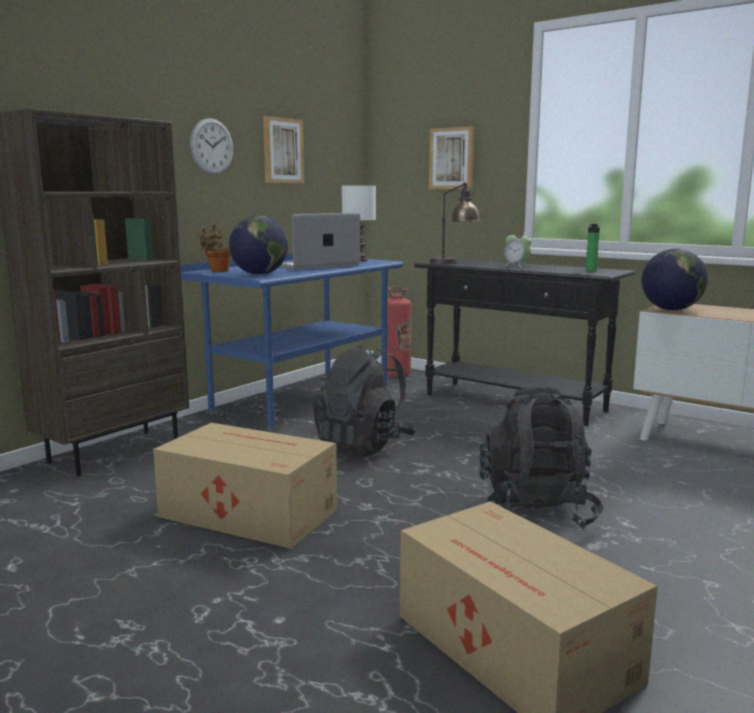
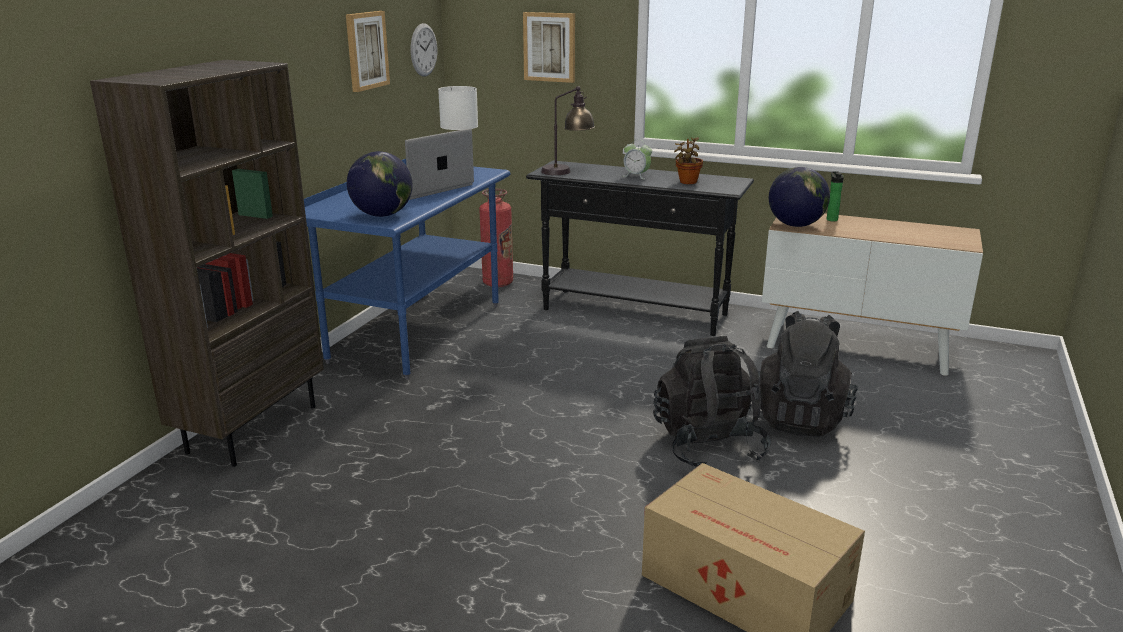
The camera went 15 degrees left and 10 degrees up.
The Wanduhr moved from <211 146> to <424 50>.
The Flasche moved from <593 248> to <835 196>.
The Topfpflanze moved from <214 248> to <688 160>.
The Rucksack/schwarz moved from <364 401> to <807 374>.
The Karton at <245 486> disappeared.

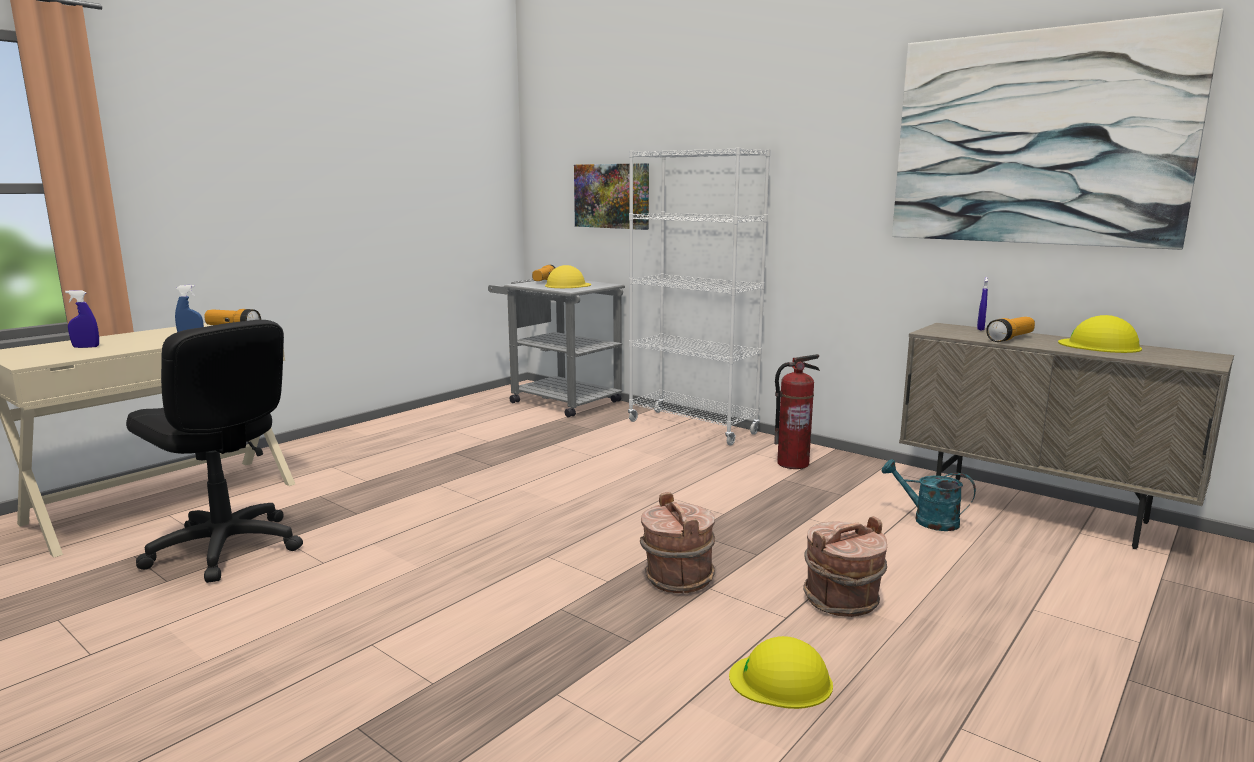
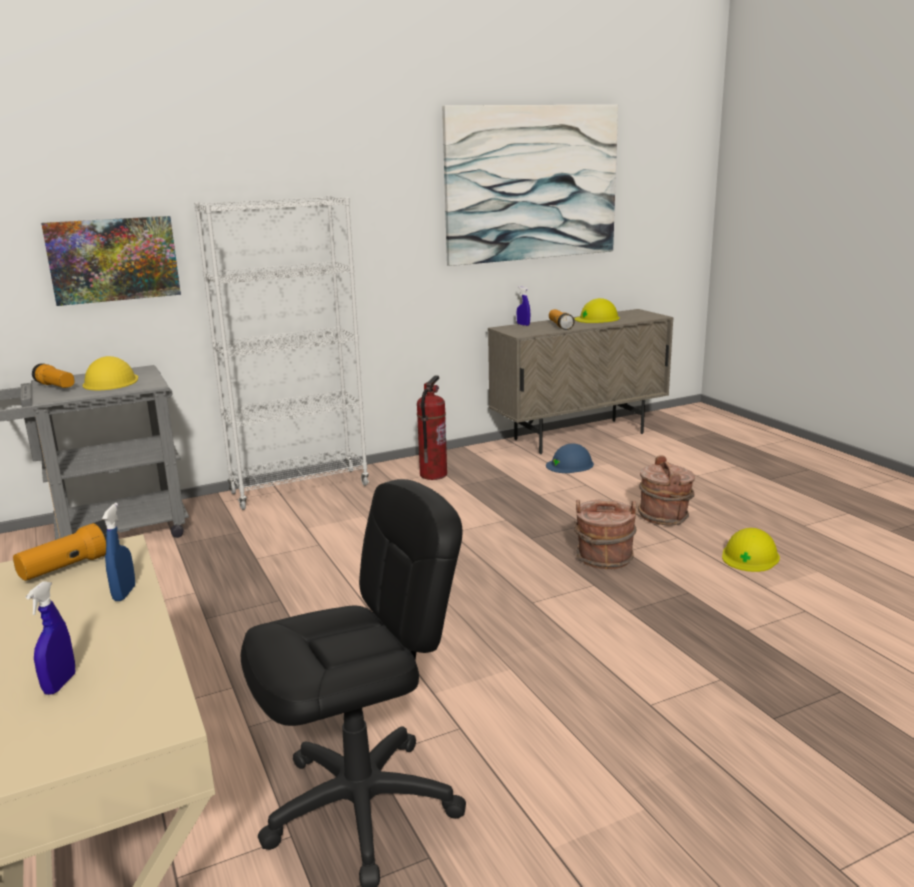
The camera went 65 degrees left and 5 degrees up.
The Gießkanne/türkis at <929 495> was replaced by the Schutzhelm/blau at <570 458>.

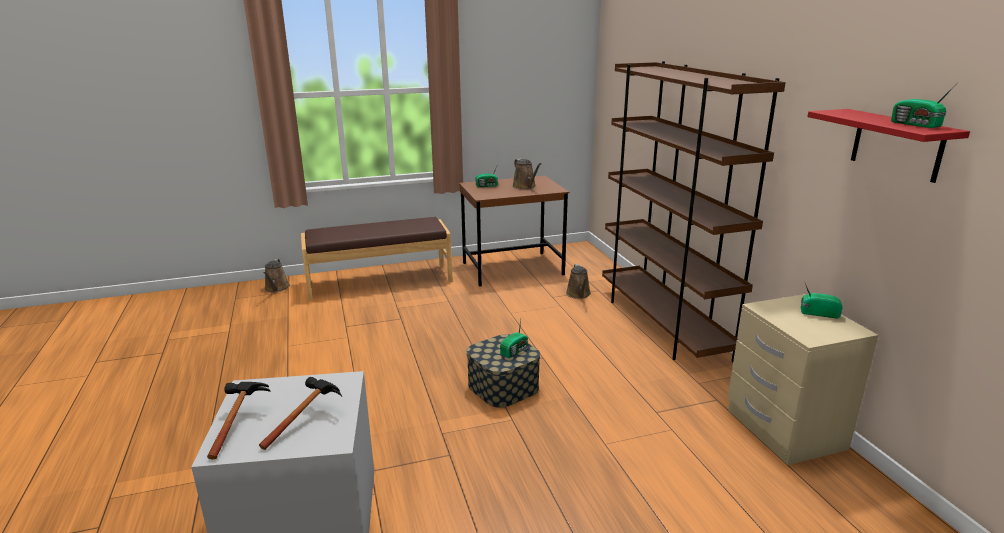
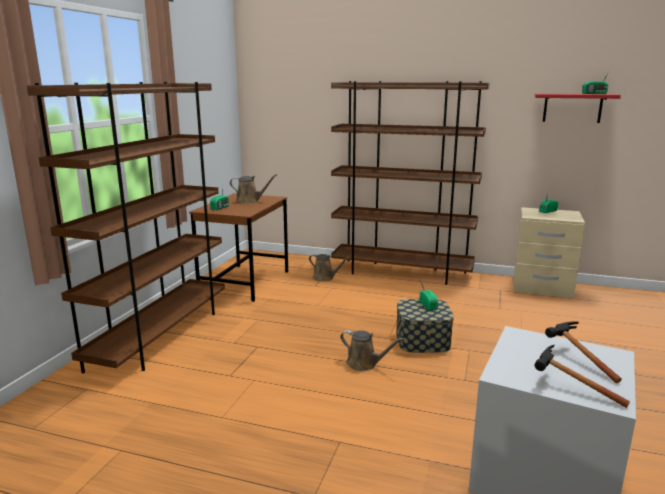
The camera went 55 degrees left and 5 degrees down.
The Bank/braun at <377 258> was replaced by the Bücherregal/braun at <126 228>.
The Gießkanne/braun moved from <276 275> to <372 350>.

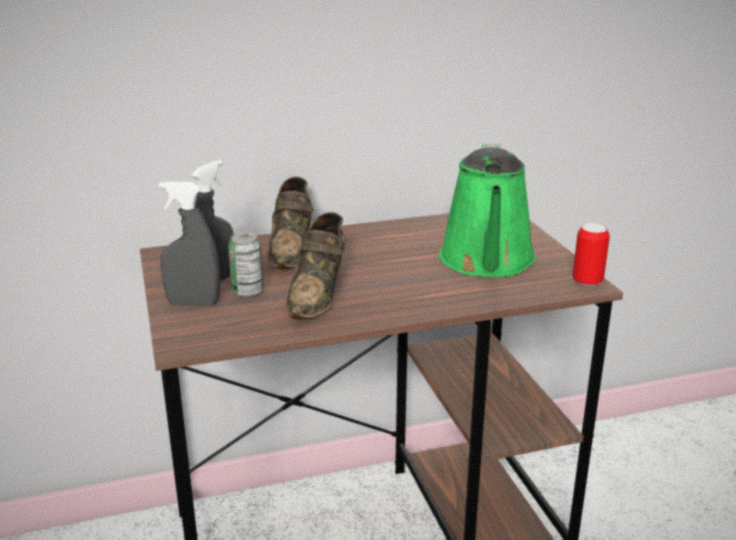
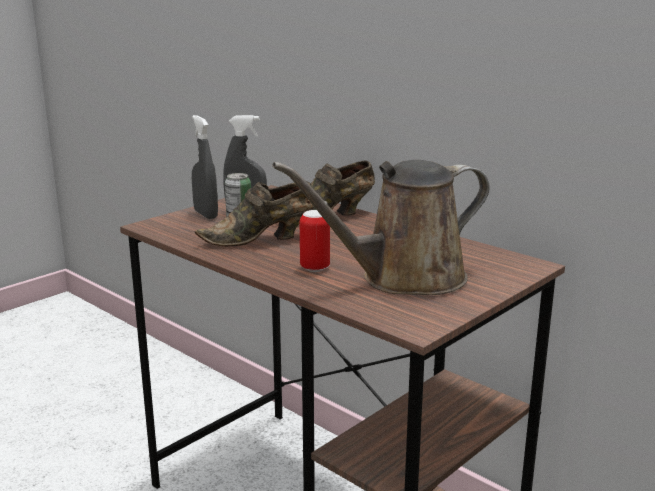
The camera went 60 degrees right and 5 degrees down.
The Gießkanne/grün at <487 211> became the Gießkanne/braun at <381 227>.
The Dose moved from <591 254> to <315 241>.

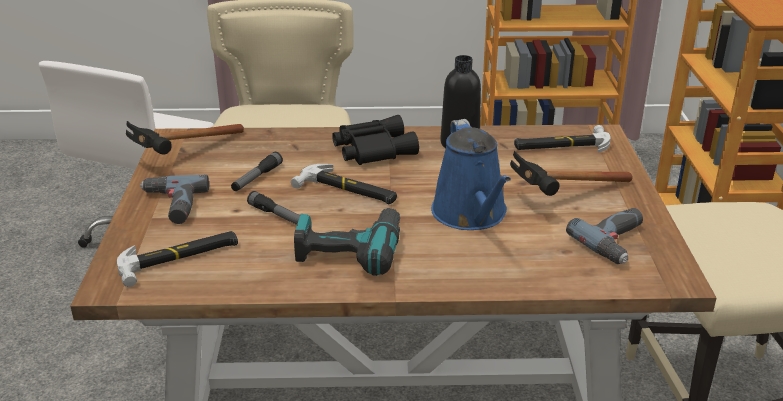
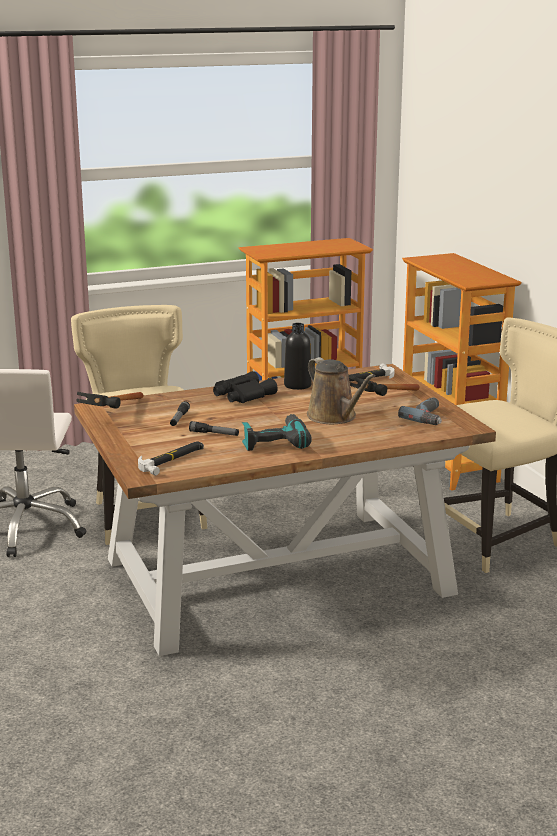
The camera went 20 degrees left and 10 degrees down.
The Gießkanne/blau at <471 174> became the Gießkanne/braun at <341 390>.
The Hammer at <344 184> disappeared.
The Bohrmaschine at <174 199> disappeared.

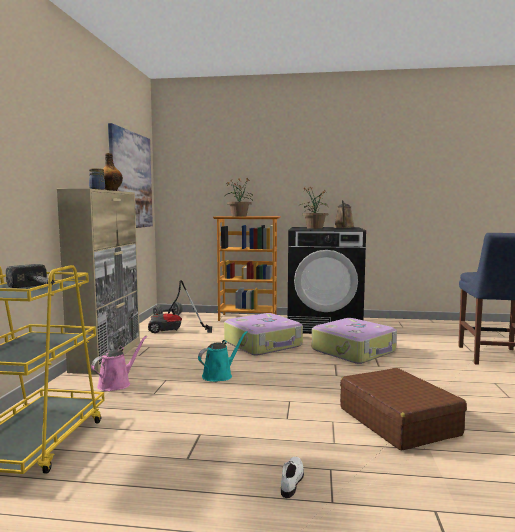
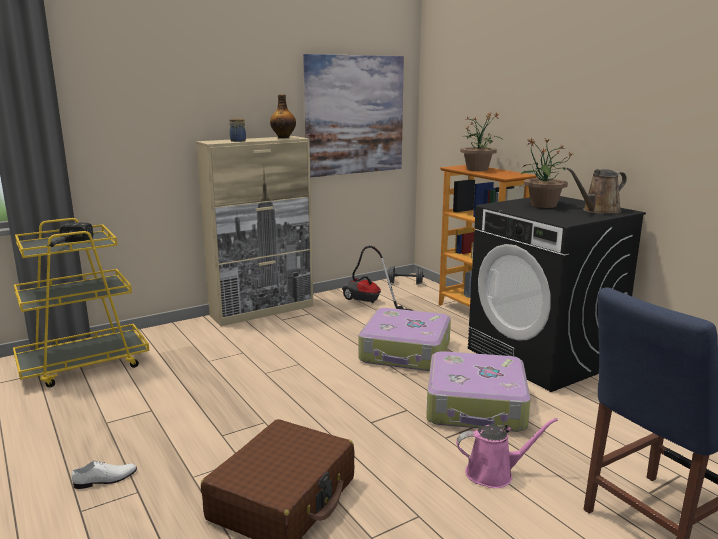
The camera went 50 degrees right and 10 degrees up.
The Gießkanne/türkis at <223 356> disappeared.
The Gießkanne/rosa moved from <119 363> to <507 453>.

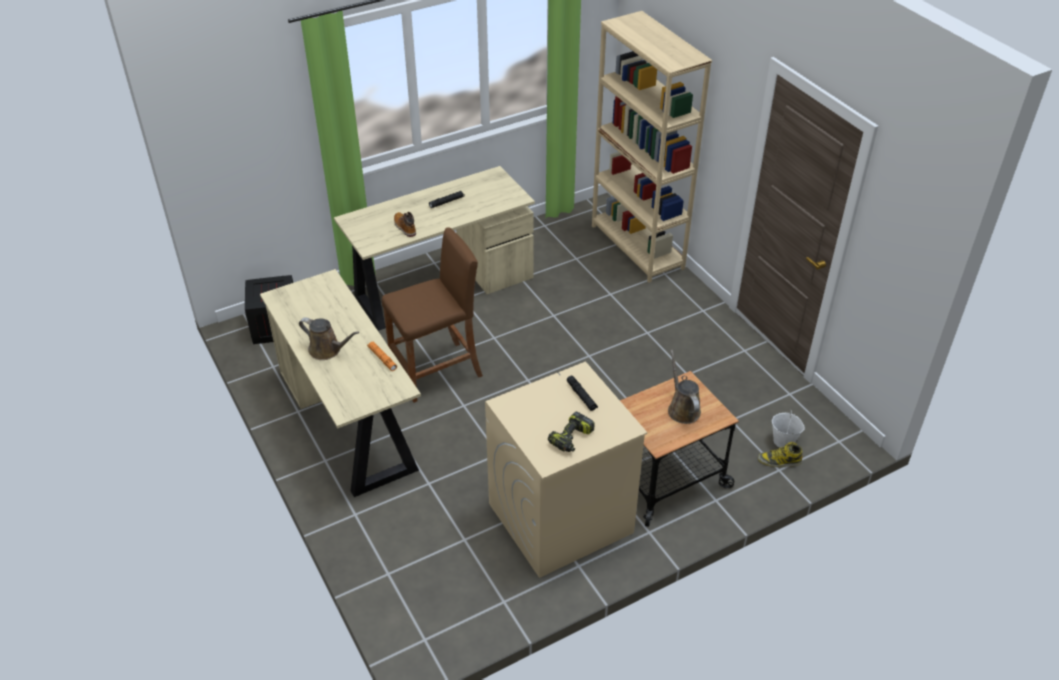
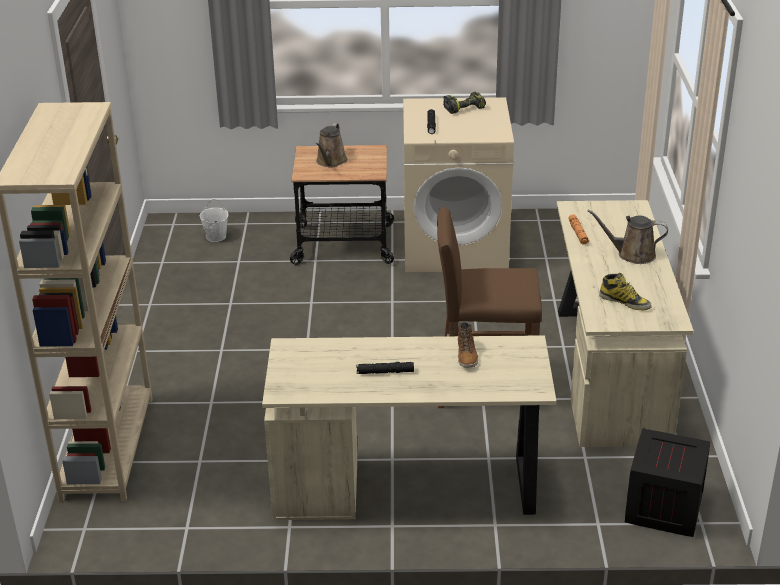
The camera went 150 degrees left and 10 degrees down.
The Gießkanne/braun at <329 338> turned 45 degrees counterclockwise.
The Stiefel moved from <780 454> to <625 291>.

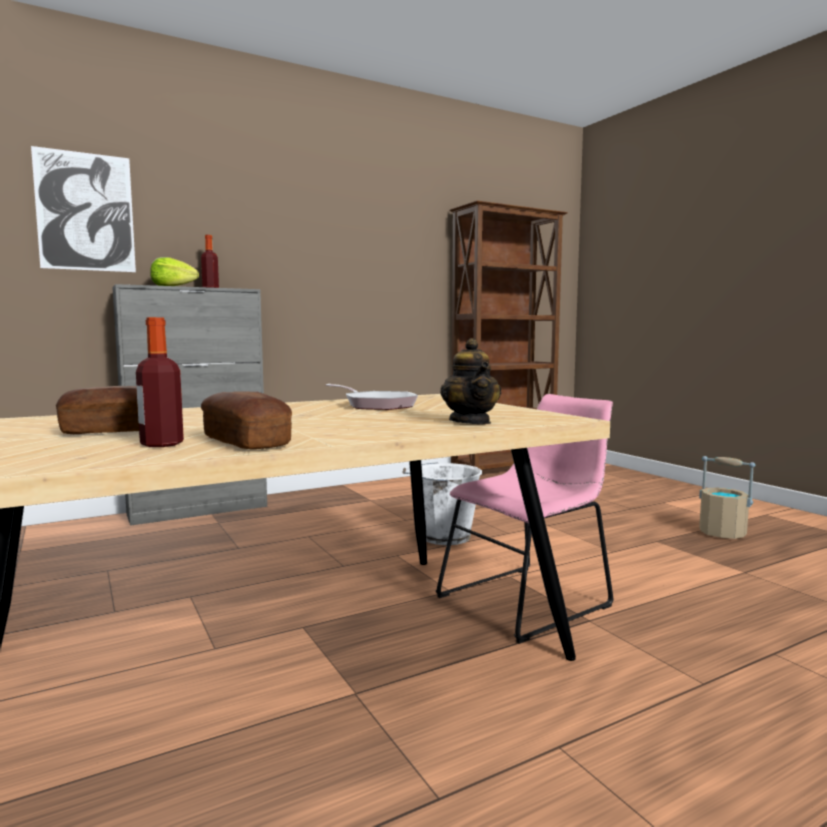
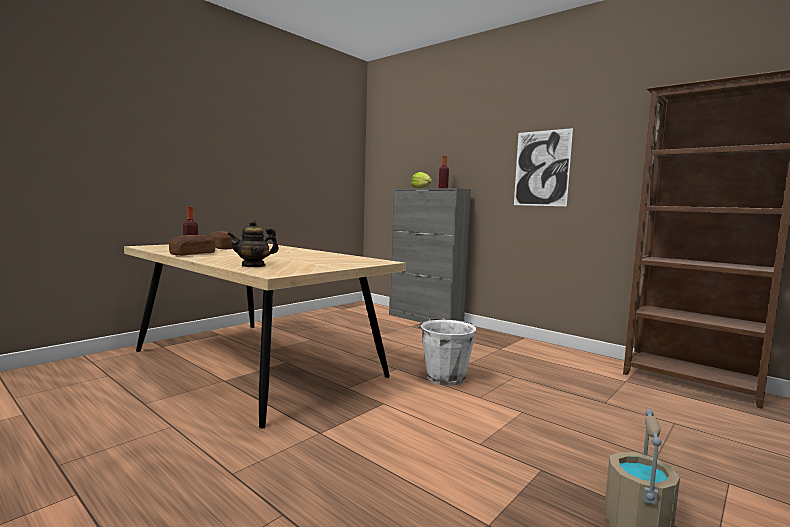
The camera went 70 degrees right and 0 degrees up.
The Bild moved from <83 209> to <543 167>.
The Pfanne at <372 397> disappeared.
The Stuhl/rosa at <525 519> disappeared.

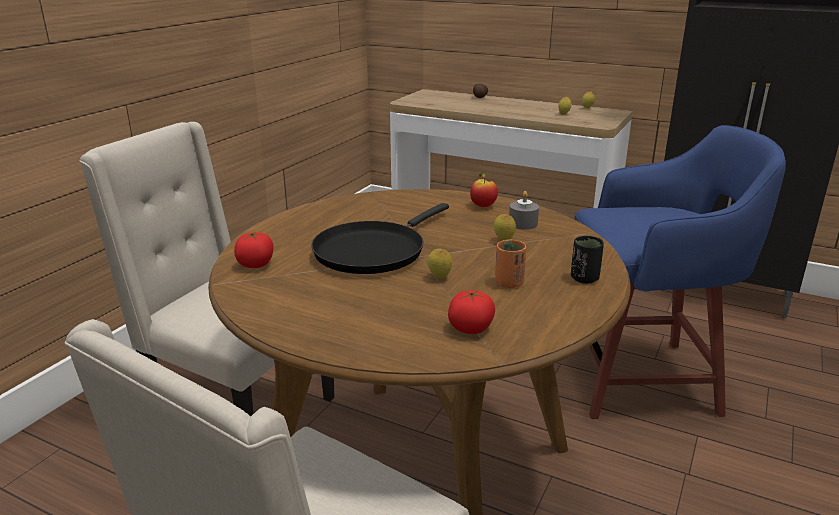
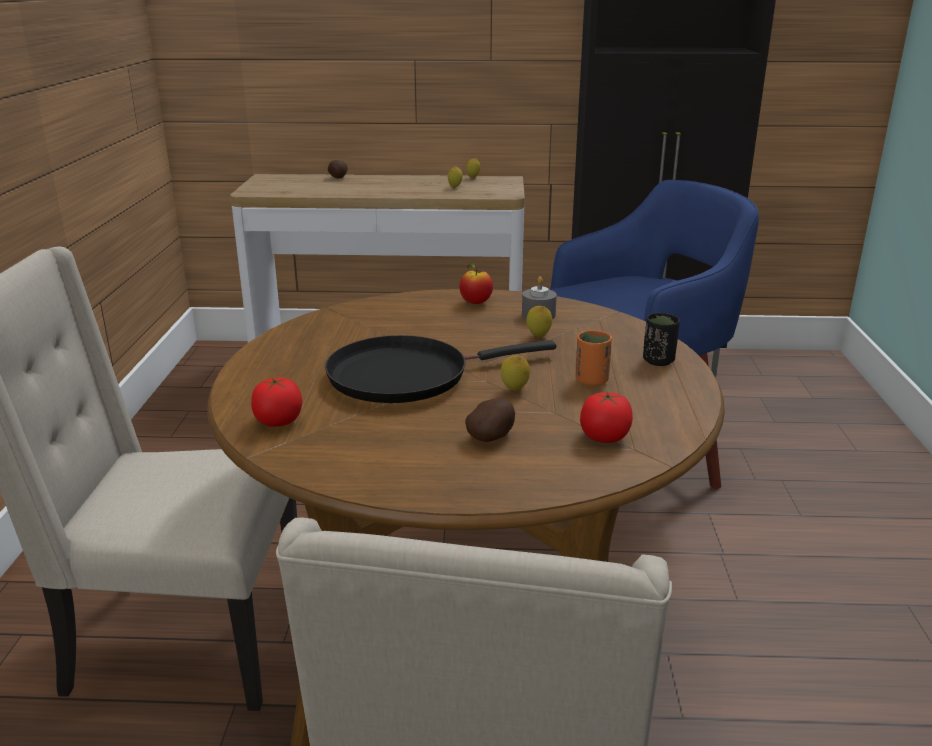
The camera went 25 degrees left and 0 degrees up.
The Pfanne/schwarz at <380 238> turned 60 degrees clockwise.
The Kartoffel at <490 420> appeared.

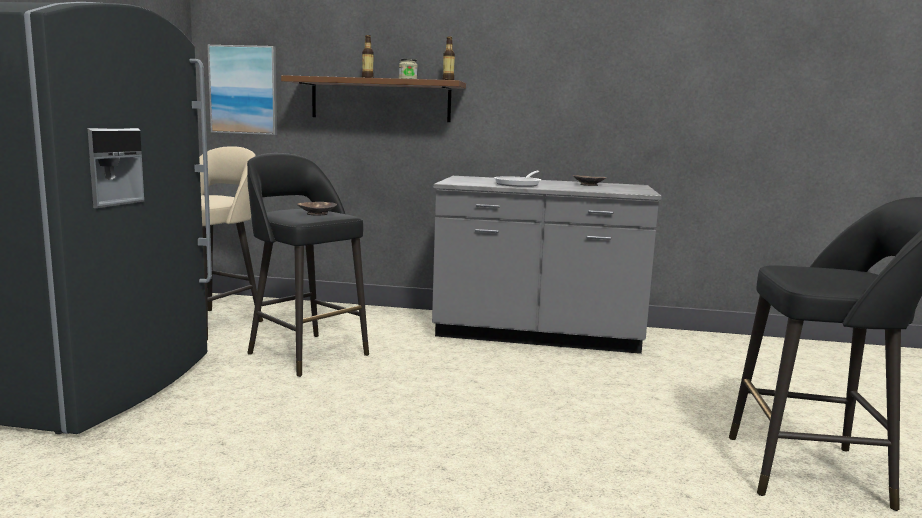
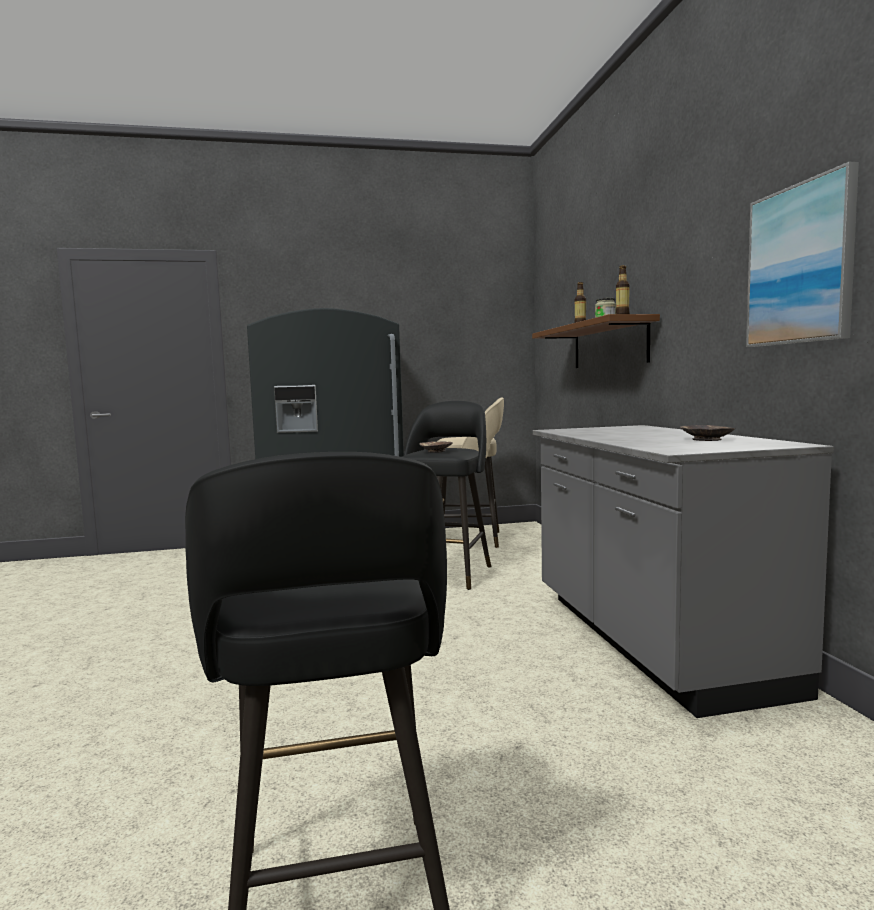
The camera went 70 degrees right and 5 degrees down.
The Bild moved from <242 90> to <802 254>.
The Pfanne at <517 179> disappeared.

